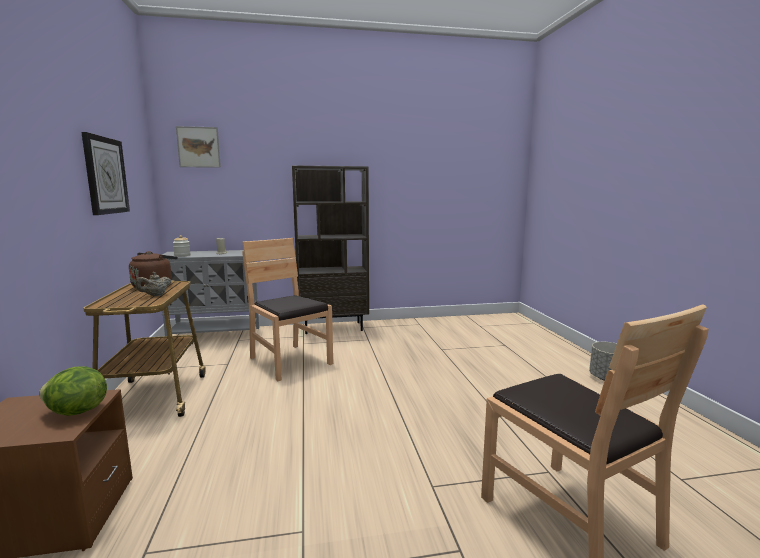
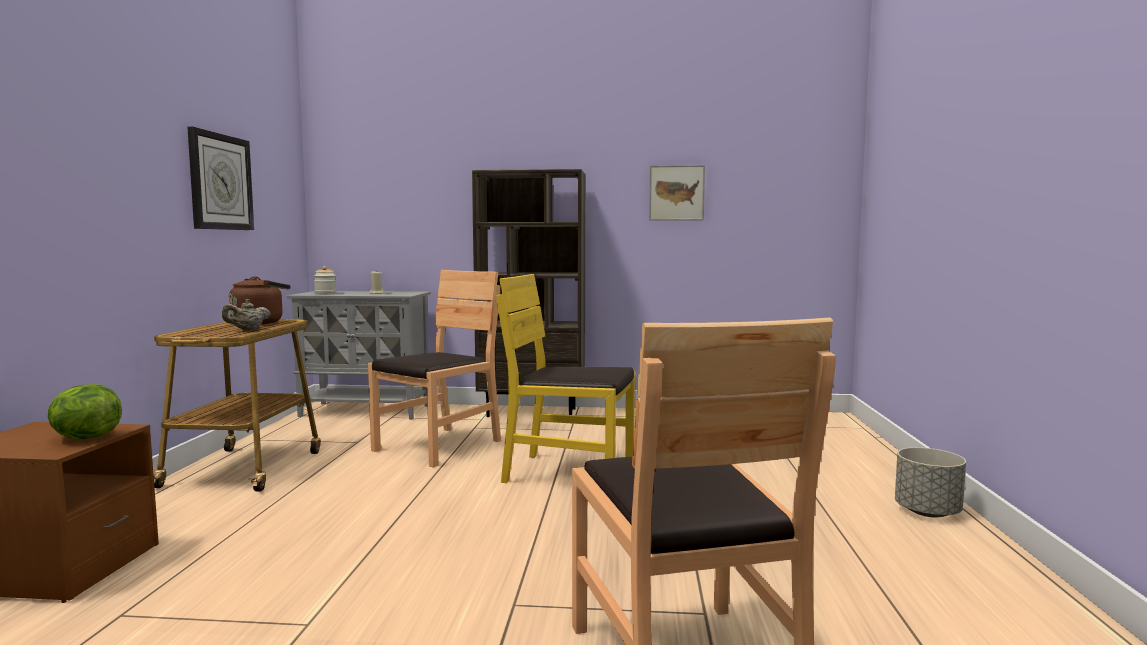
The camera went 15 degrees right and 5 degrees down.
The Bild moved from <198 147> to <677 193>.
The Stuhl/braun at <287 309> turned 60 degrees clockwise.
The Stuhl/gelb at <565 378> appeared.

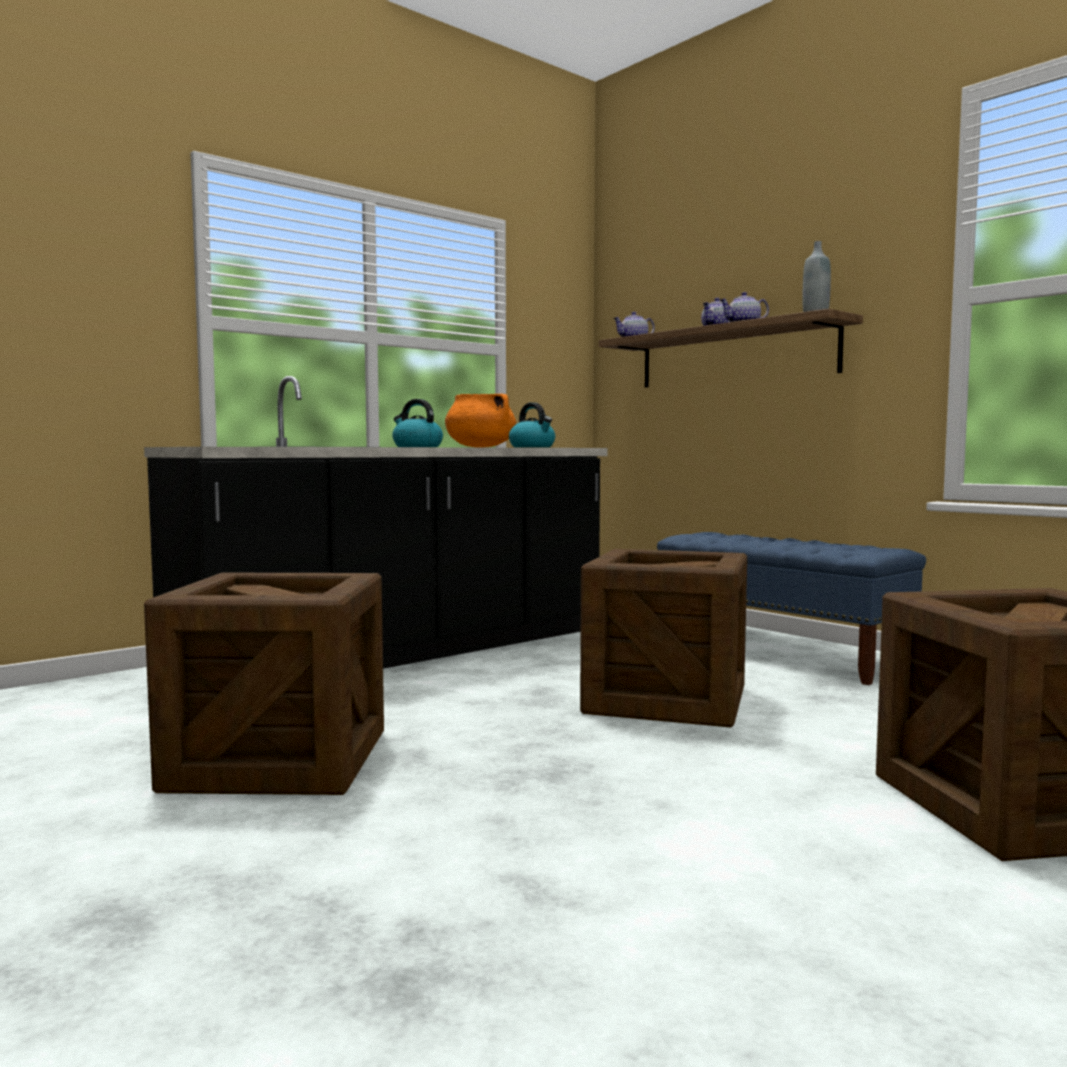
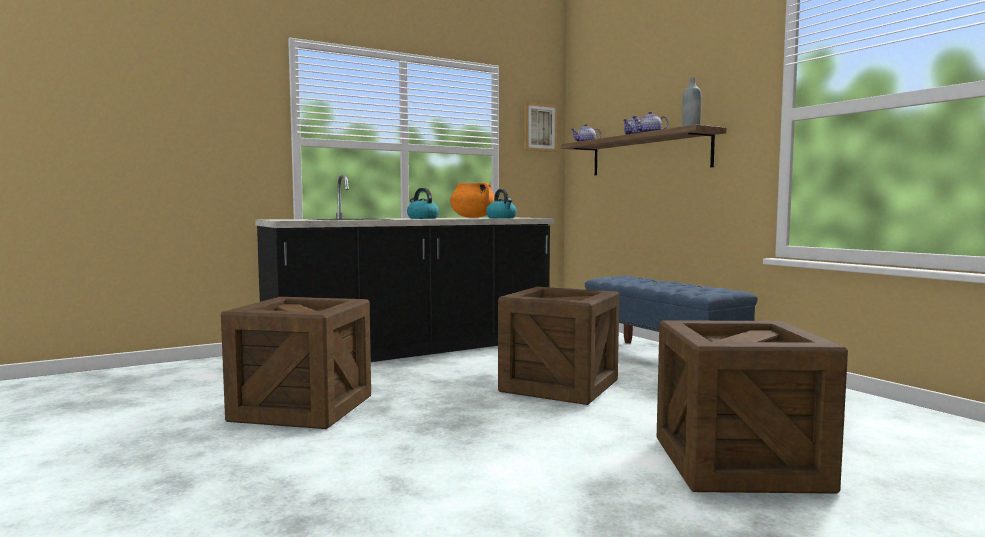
The camera went 10 degrees right and 0 degrees up.
The Bild at <541 127> appeared.

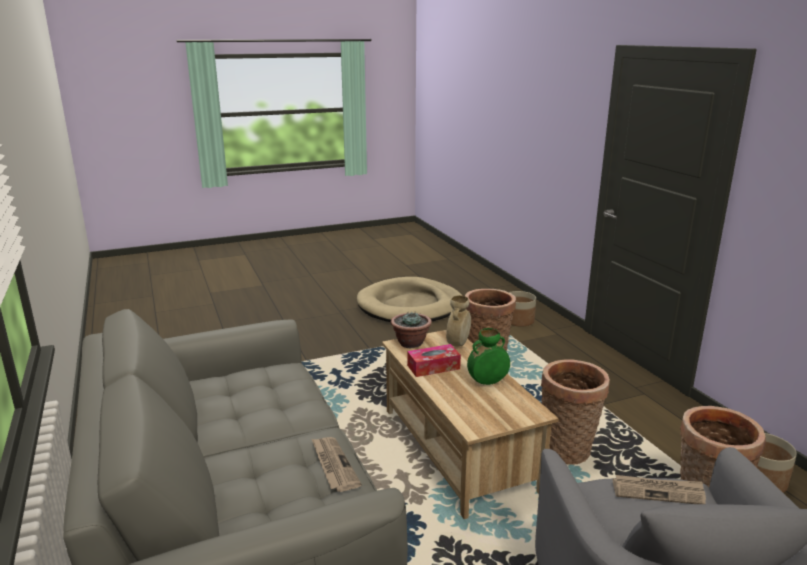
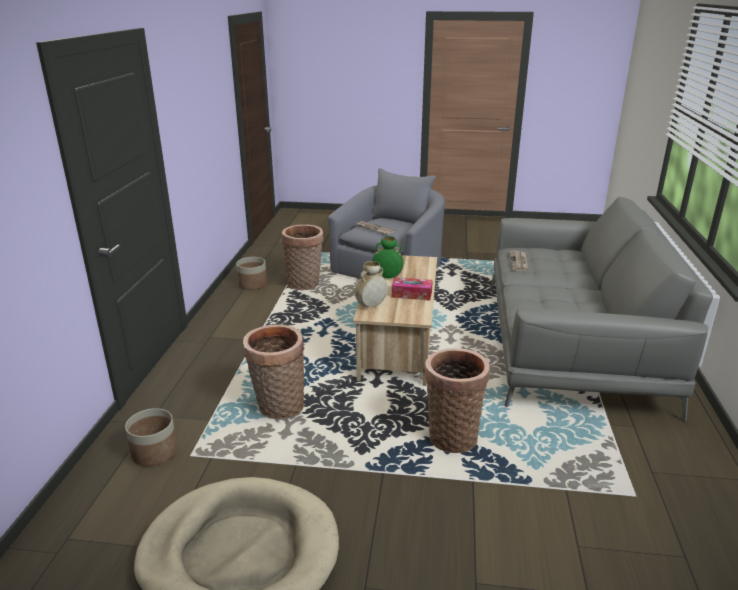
The camera went 150 degrees left and 5 degrees up.
The Topfpflanze at <411 329> disappeared.
The Korb moved from <575 412> to <457 400>.

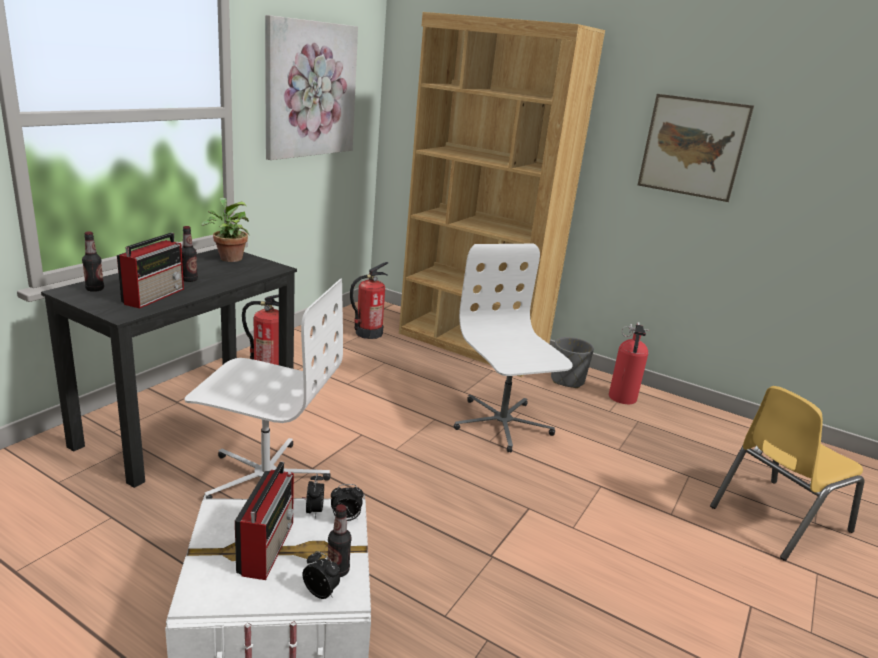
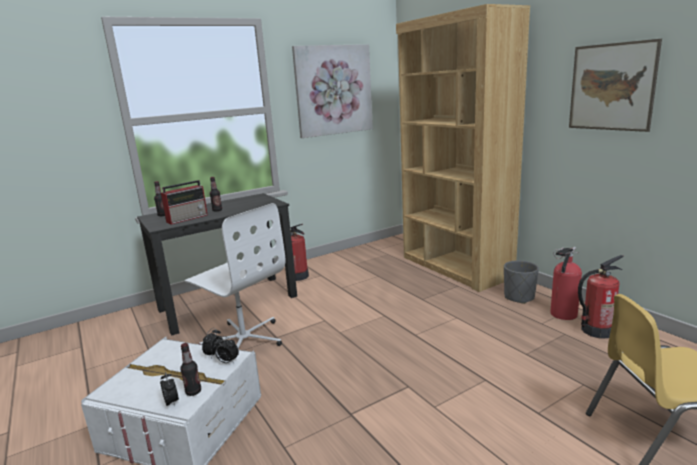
The camera went 30 degrees right and 5 degrees down.
The Topfpflanze at <226 229> disappeared.
The Bürostuhl/weiß at <513 348> disappeared.
The Feuerlöscher moved from <369 300> to <601 296>.
The Radio at <264 521> disappeared.

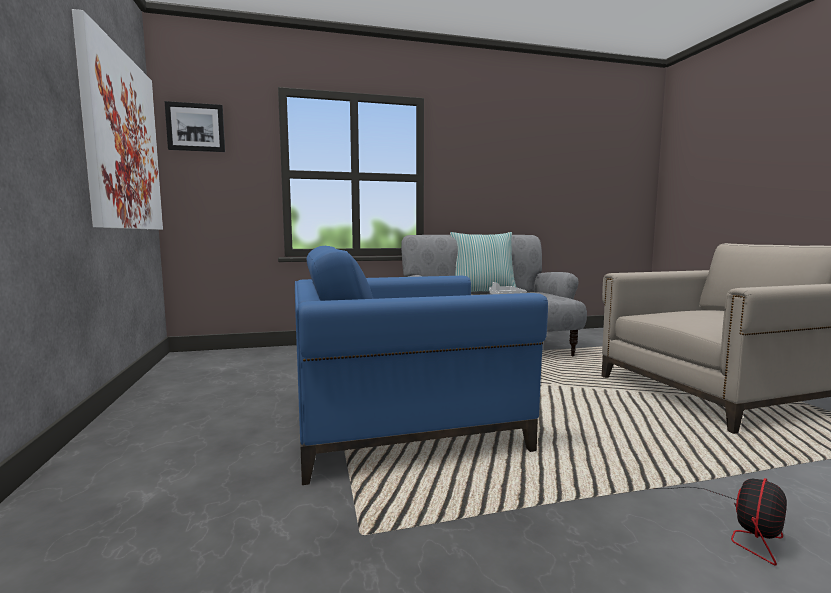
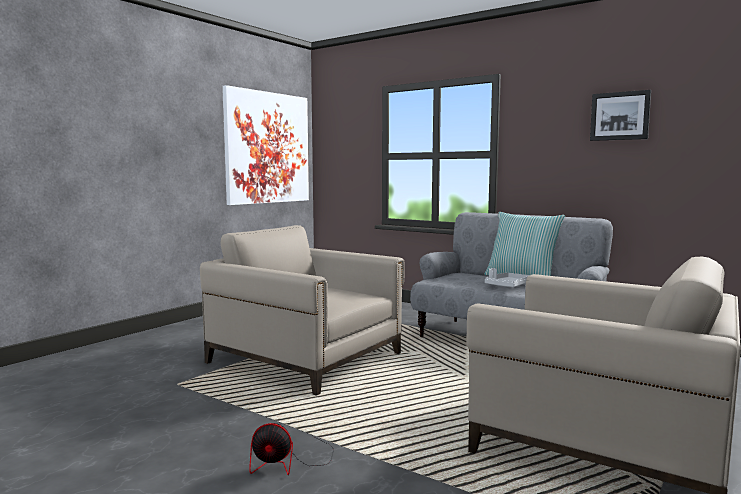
The camera went 50 degrees right and 0 degrees up.
The Bild moved from <195 126> to <620 115>.
The Sessel/blau at <421 365> became the Sessel/beige at <302 310>.

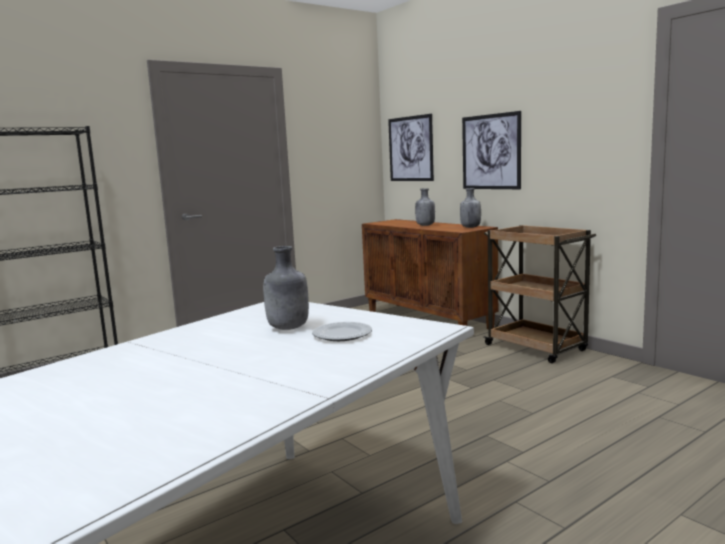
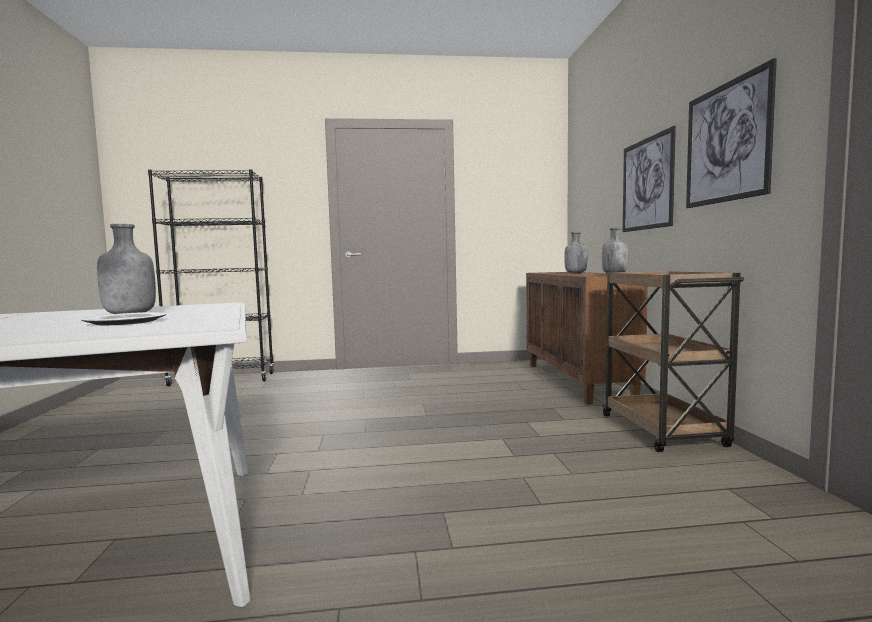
The camera went 30 degrees right and 5 degrees down.
The Bild moved from <411 147> to <731 133>.

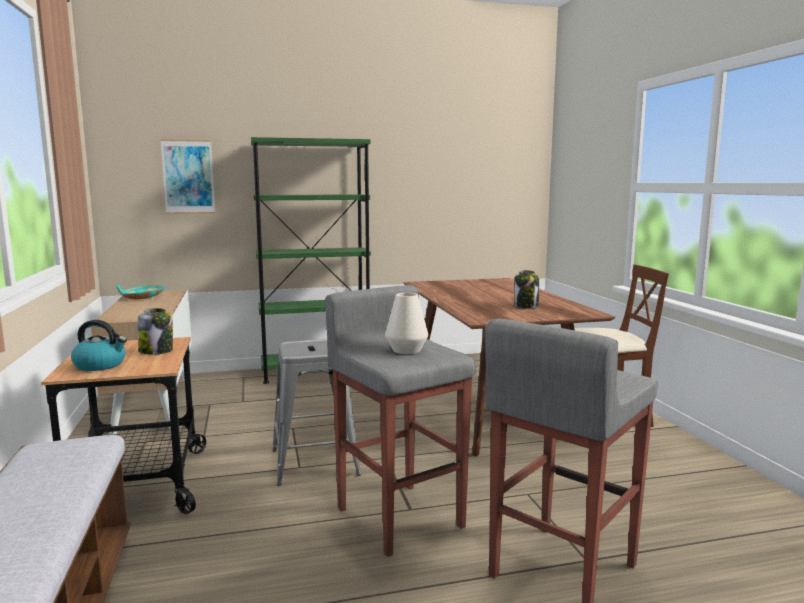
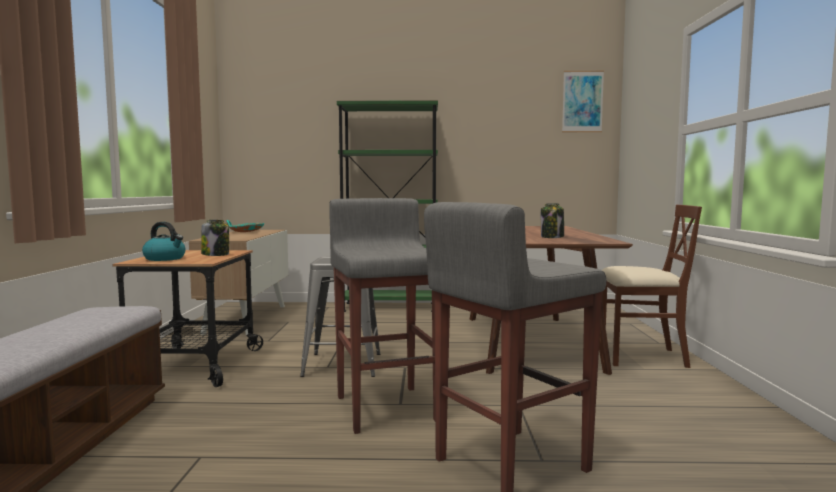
The camera went 15 degrees right and 5 degrees down.
The Bild moved from <187 176> to <583 101>.
The Vase/weiß at <406 323> disappeared.

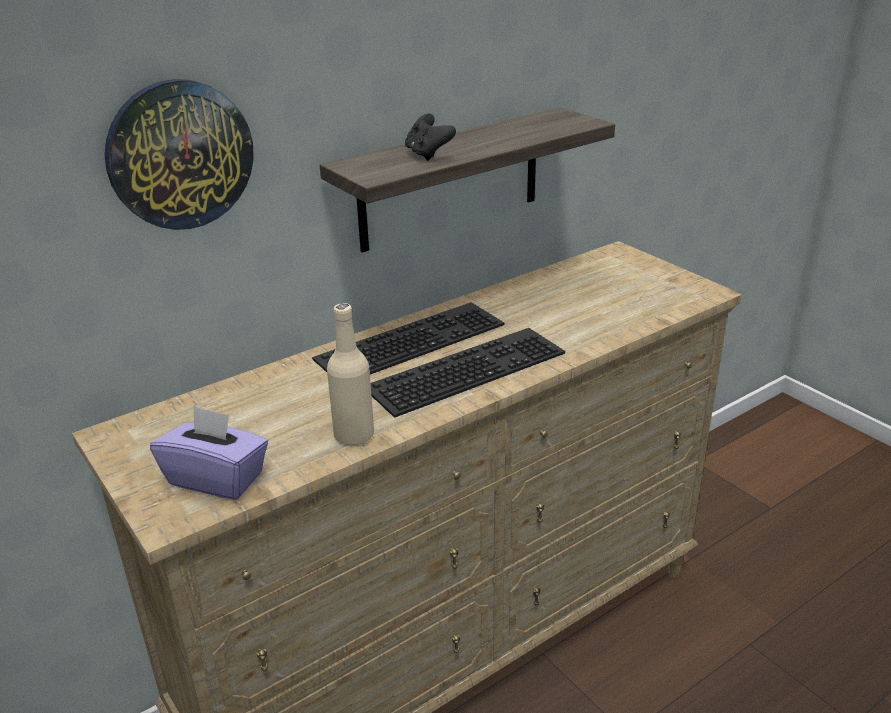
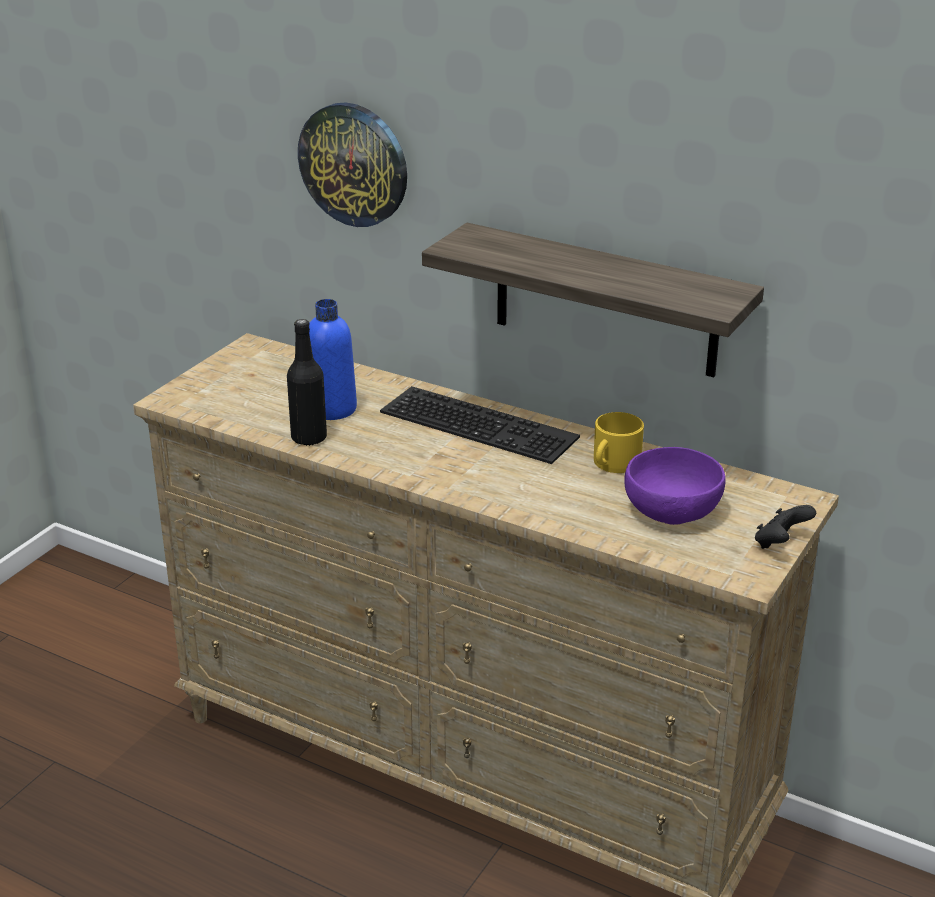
The camera went 65 degrees right and 0 degrees up.
The Gamepad/schwarz moved from <430 137> to <785 527>.
The Flasche/beige at <350 374> became the Flasche/schwarz at <307 382>.
The Tastatur at <468 373> disappeared.
The Taschentuchbox/lila at <209 453> disappeared.
The Flasche/blau at <333 359> appeared.
The Henkelbecher/gelb at <619 442> appeared.
The Schüssel/lila at <675 486> appeared.

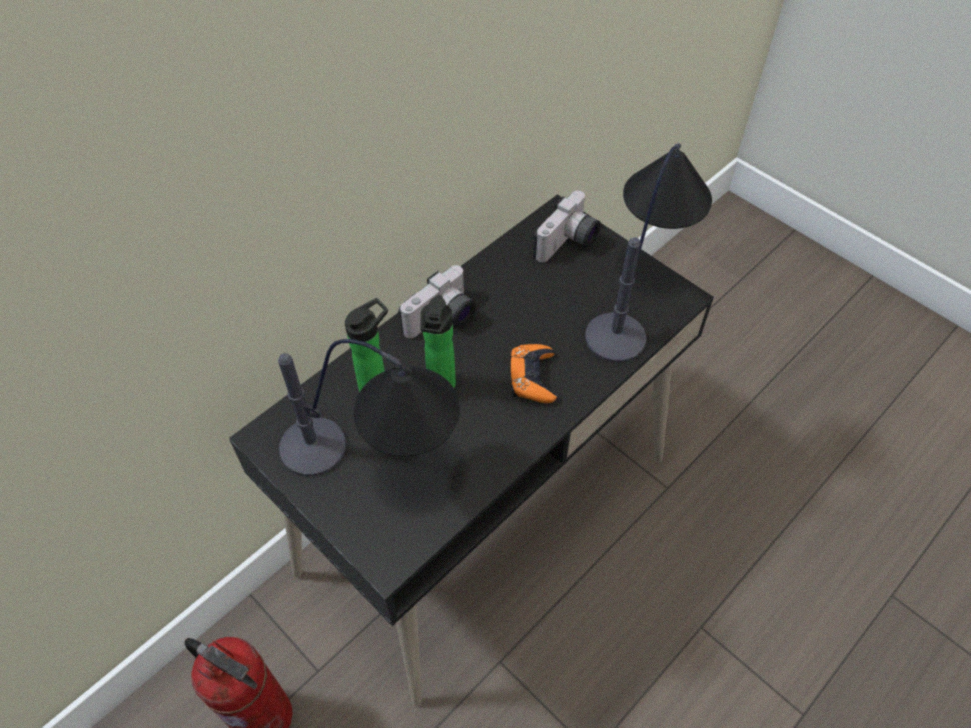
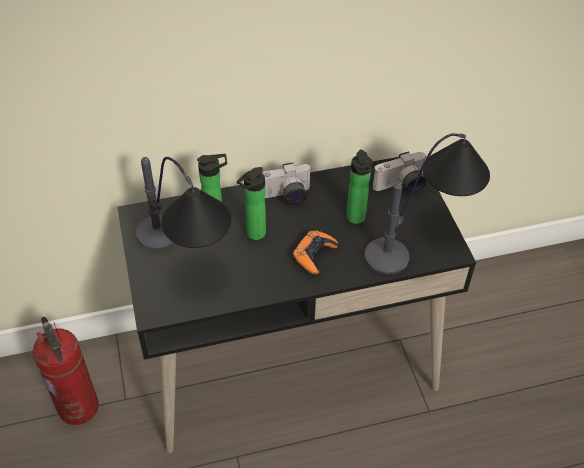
The camera went 30 degrees right and 5 degrees down.
The Flasche at <359 186> appeared.

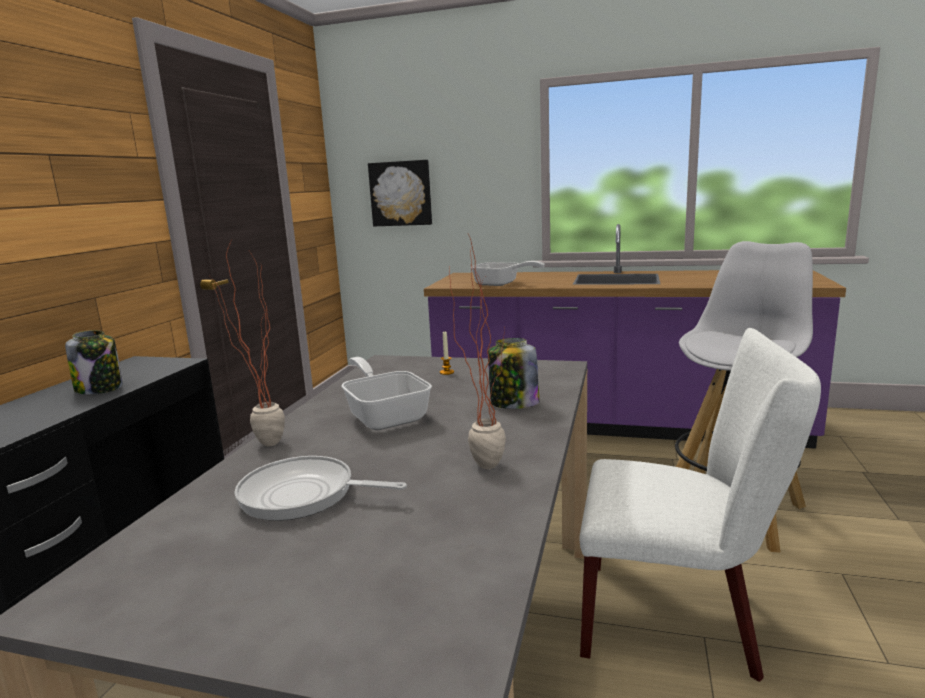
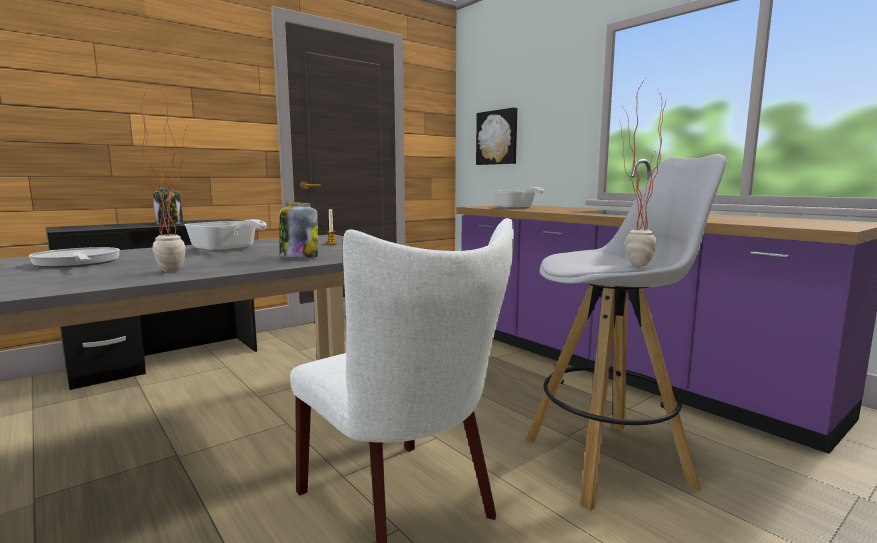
The camera went 35 degrees right and 5 degrees down.
The Topfpflanze moved from <247 344> to <642 173>.
The Pfanne at <386 393> turned 120 degrees clockwise.

